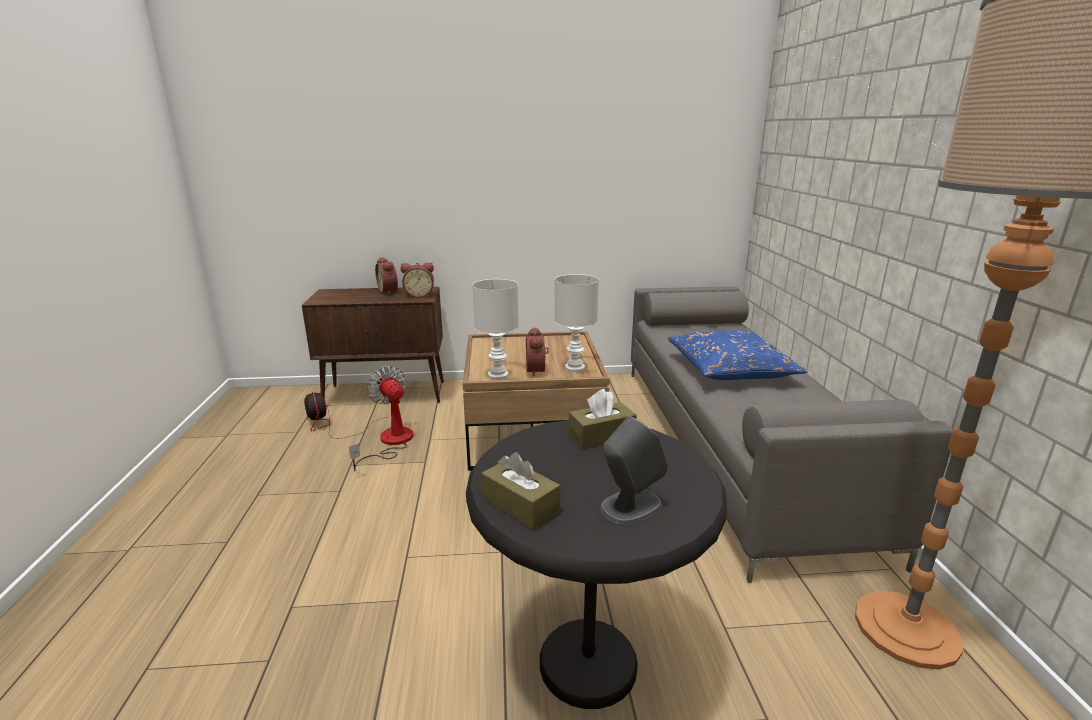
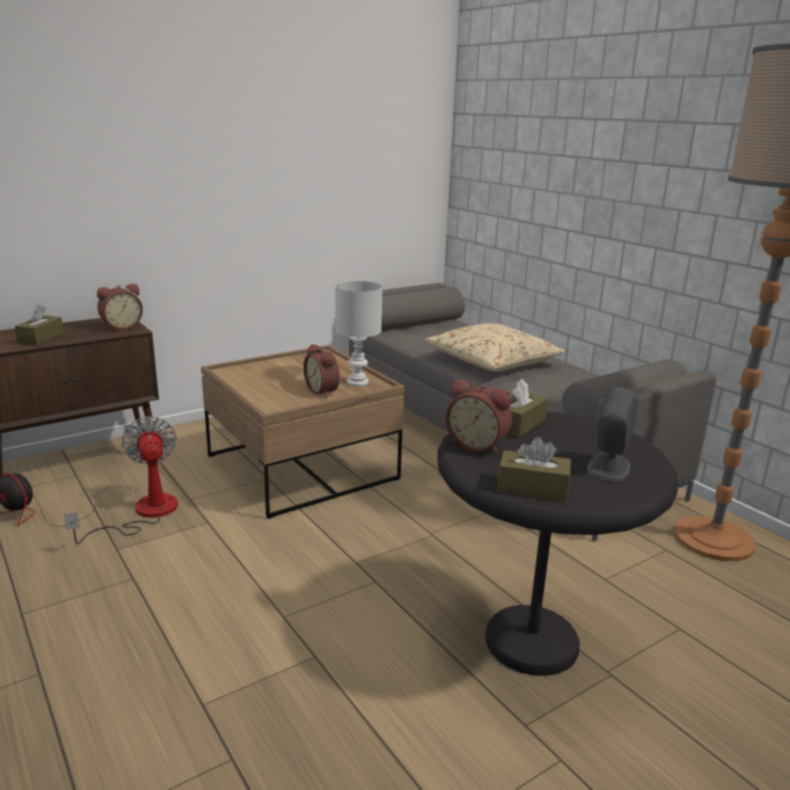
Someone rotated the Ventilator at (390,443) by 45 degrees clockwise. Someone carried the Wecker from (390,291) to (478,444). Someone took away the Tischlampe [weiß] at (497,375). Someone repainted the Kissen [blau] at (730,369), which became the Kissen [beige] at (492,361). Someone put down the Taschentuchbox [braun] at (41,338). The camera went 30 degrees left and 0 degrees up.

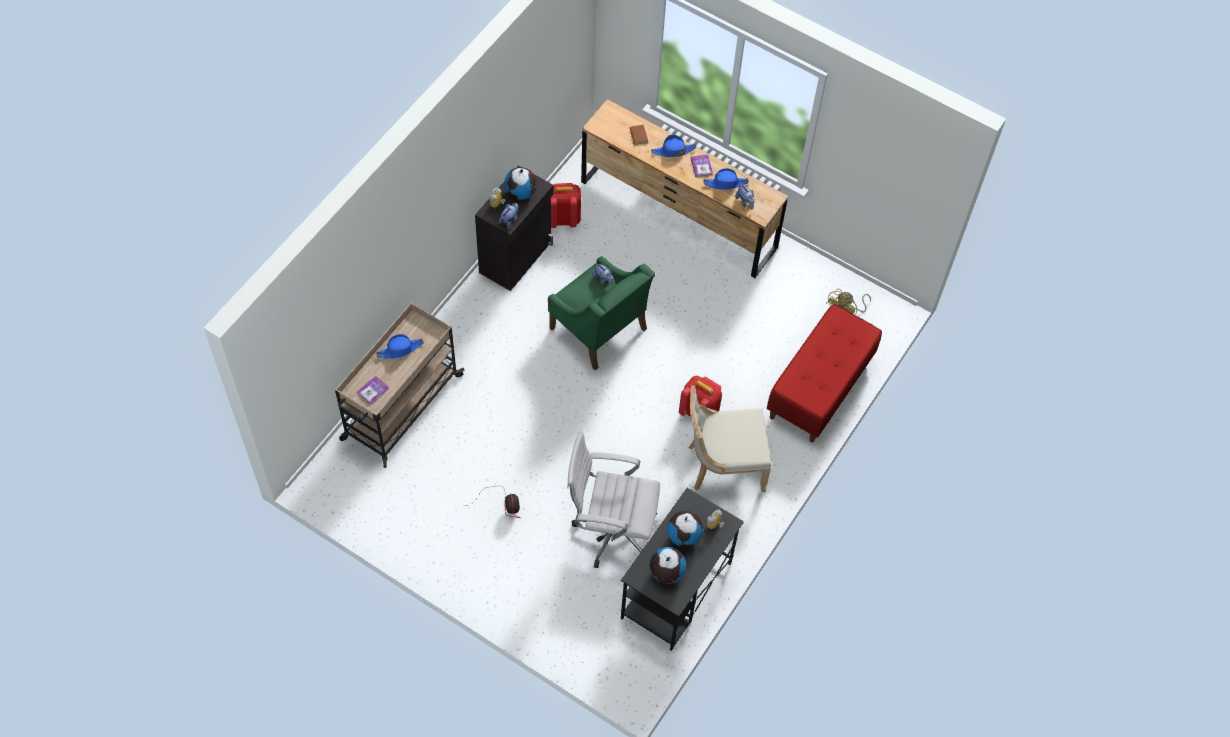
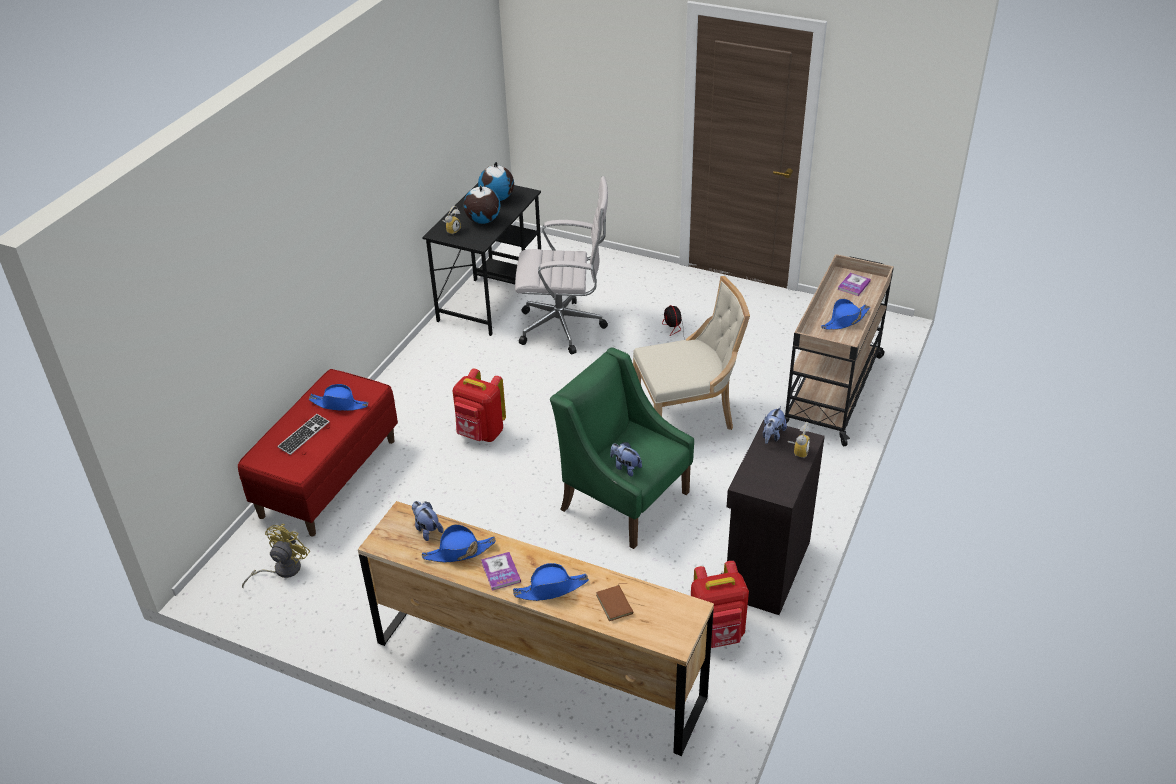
Someone took away the Globus at (521,193). Someone carried the Stuhl [beige] from (722,465) to (687,417). Someone put down the Tastatur at (304,435). Someone put down the Hut [blau] at (339,404). The camera went 175 degrees right and 20 degrees down.

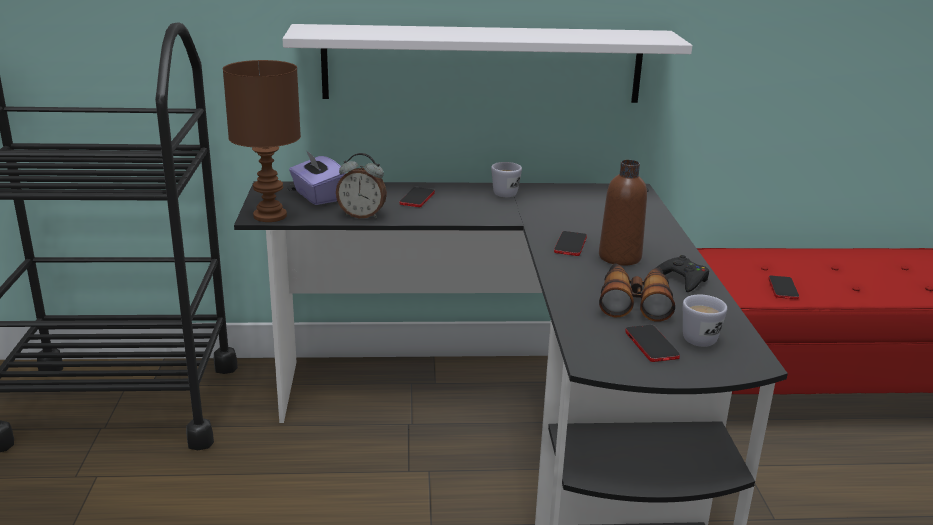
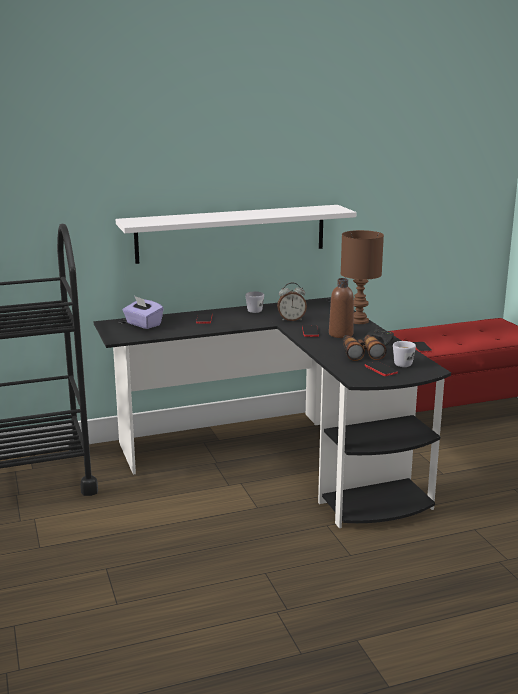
Someone carried the Tischlampe [braun] from (270,215) to (358,321). Someone carried the Wecker from (362,215) to (291,319). The camera went 15 degrees left and 5 degrees down.

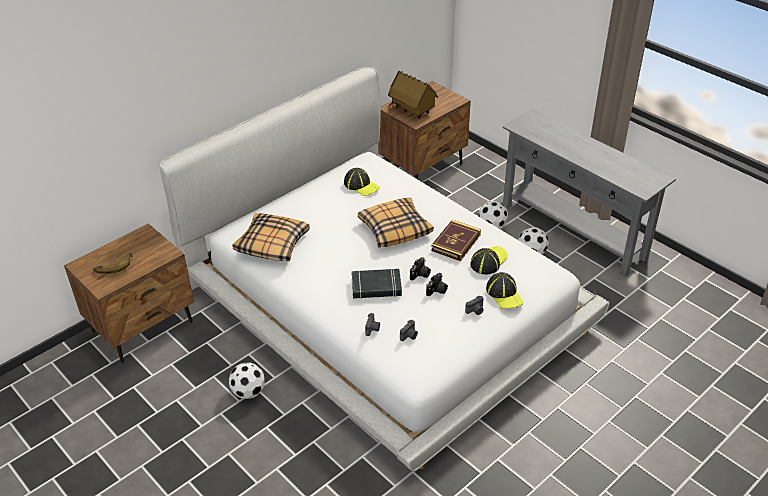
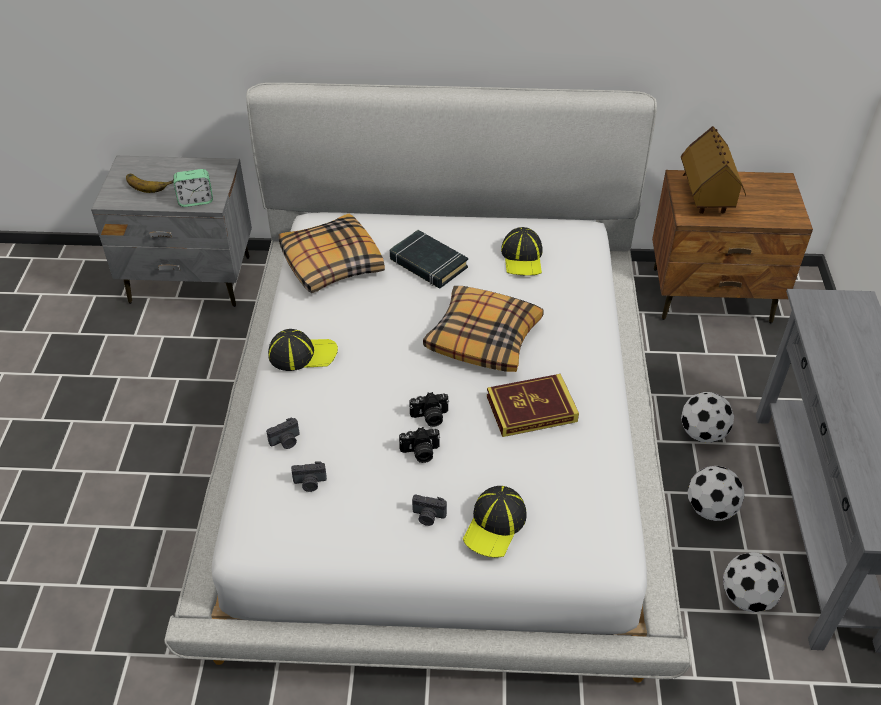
Someone repainted the Nachttisch [braun] at (143,327), which became the Nachttisch [grau] at (191,280). Someone carried the Fußball from (249,391) to (747,597). Someone carried the Buch [schwarz] from (376,287) to (428,264). Someone carried the Kappe from (488,261) to (302,354). Someone put down the Wecker at (196,201). The camera went 45 degrees right and 5 degrees up.

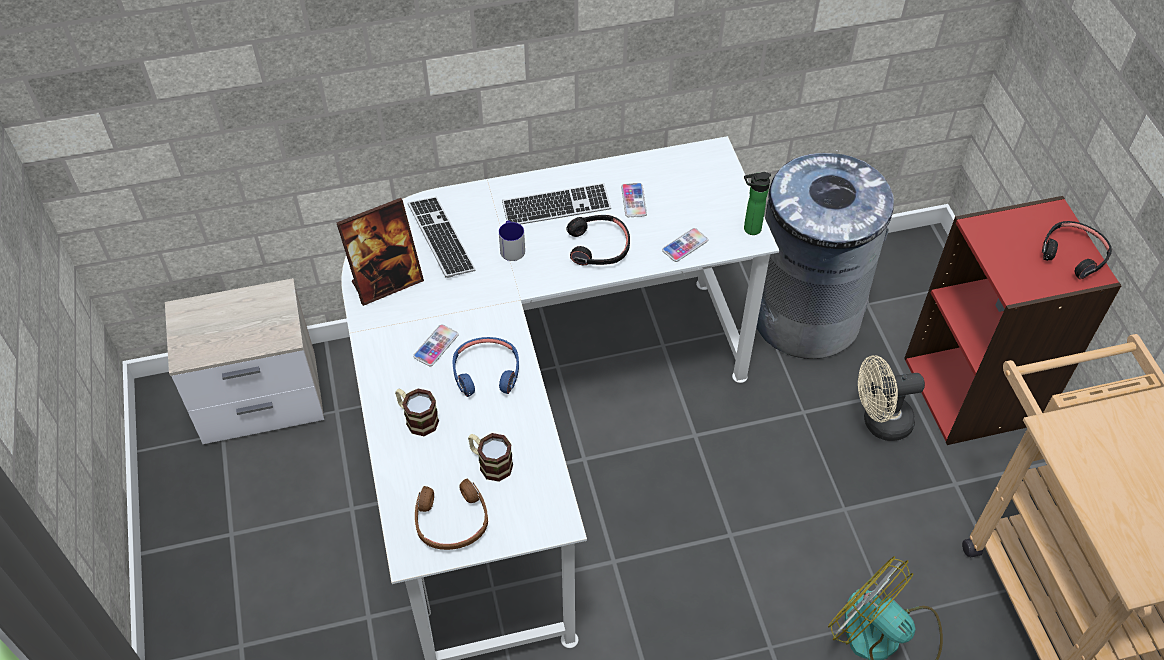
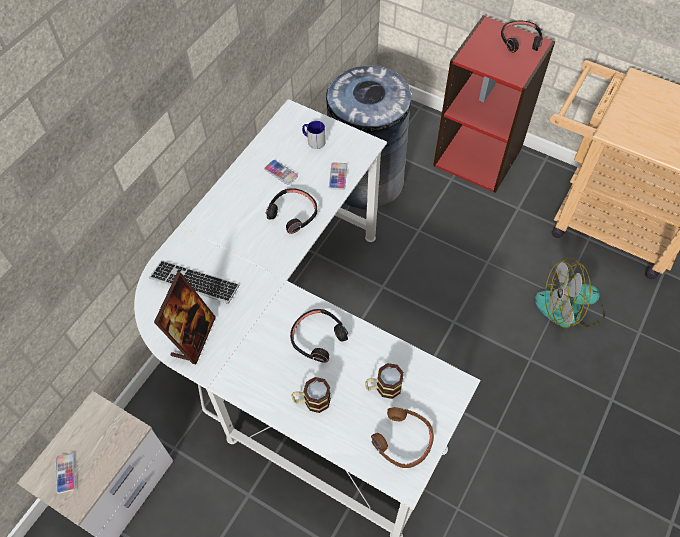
Someone carried the Handy from (436,346) to (66,473). Someone repainted the Kopfhörer [blau] at (486,372), which became the Kopfhörer [schwarz] at (318,338). Someone carried the Henkelbecher from (511,247) to (313,140). Someone took away the Tastatur at (556,207). Someone took away the Flasche at (749,229). Someone took away the Ventilator [beige] at (879,422). The camera went 45 degrees left and 5 degrees up.

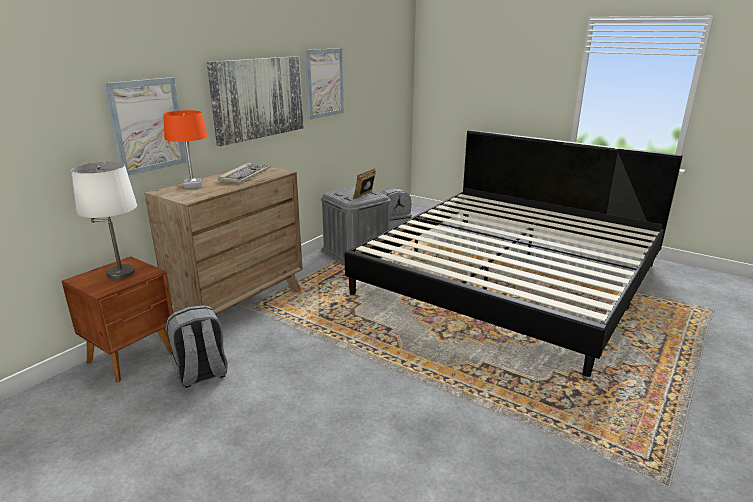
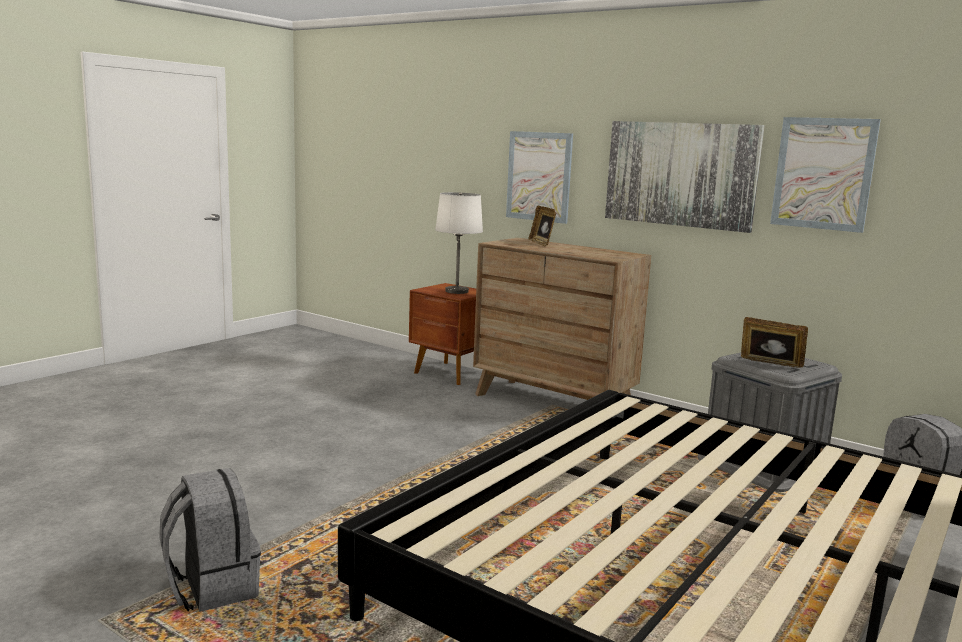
Someone swapped the Tischlampe [orange] at (193,186) for the Bilderrahmen at (541,243). Someone carried the Rucksack [grau] from (201,374) to (211,588). Someone took away the Tastatur at (245,175). The camera went 90 degrees right and 10 degrees down.

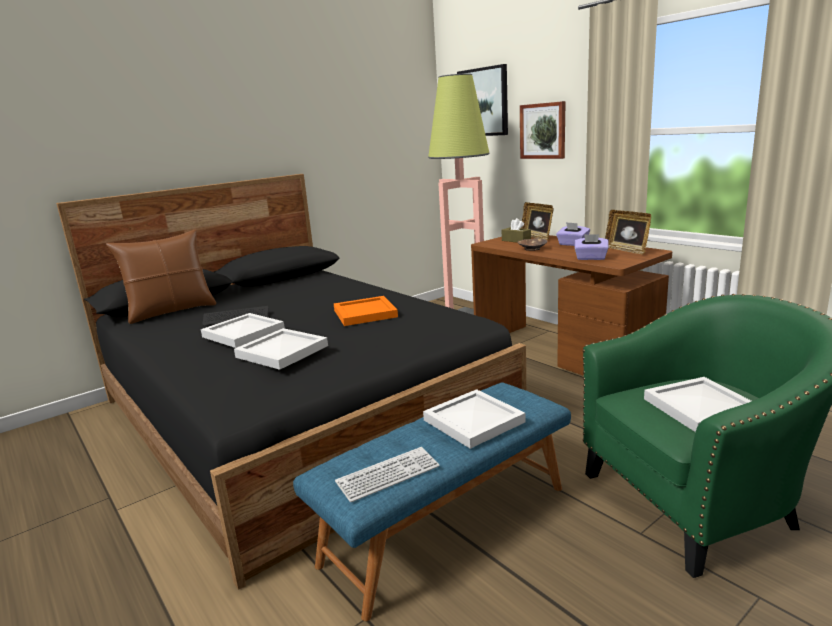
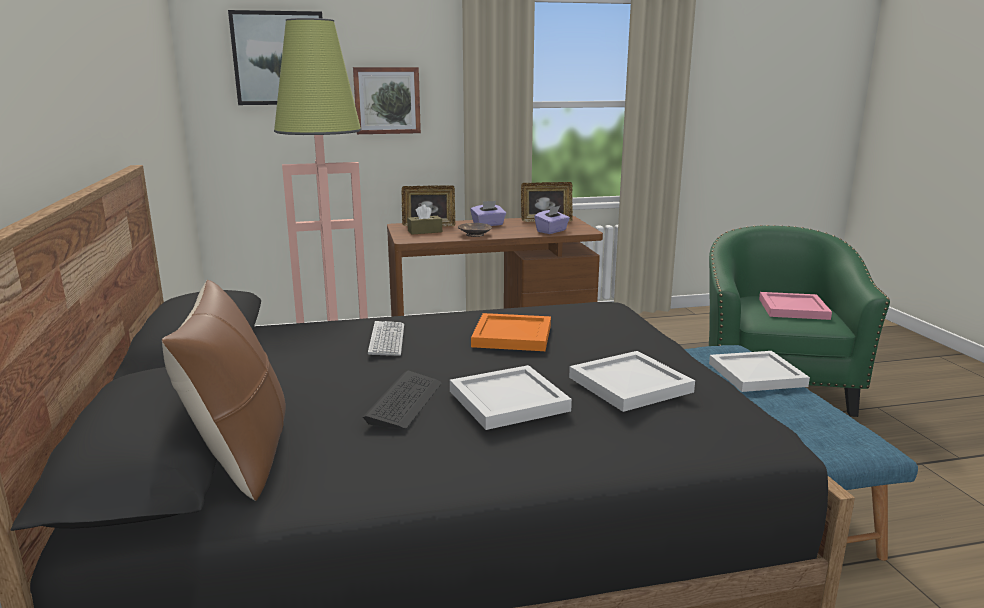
Someone carried the Tastatur from (388,475) to (387,340). Someone repainted the Tablett [weiß] at (700,408), which became the Tablett [rosa] at (794,309). The camera went 65 degrees left and 0 degrees up.

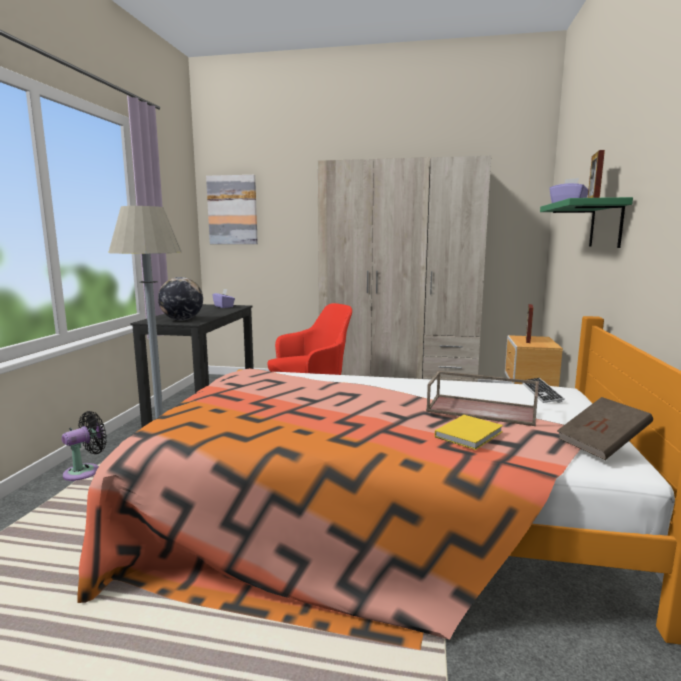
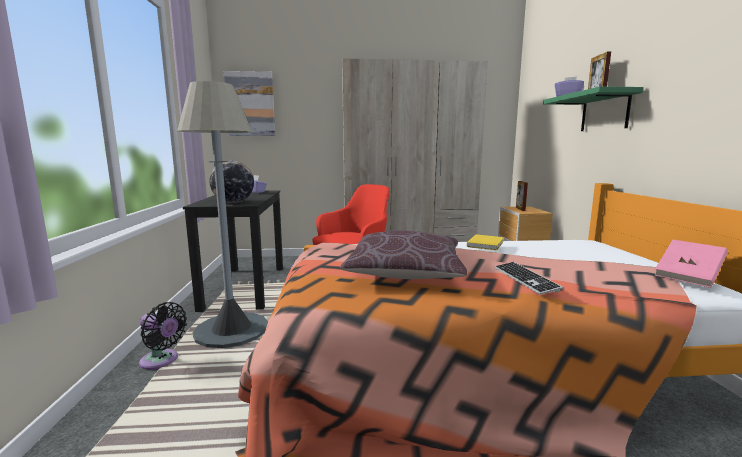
Someone rotated the Ventilator [schwarz] at (85,471) by 90 degrees clockwise. Someone took away the Tablett [braun] at (483,409). Someone carried the Buch [gelb] from (470,434) to (486,244). Someone carried the Tastatur from (540,392) to (525,279). Someone repainted the Buch [braun] at (602,444), which became the Buch [rosa] at (688,276). Someone put down the Kissen [braun] at (405,273). The camera went 15 degrees left and 0 degrees up.

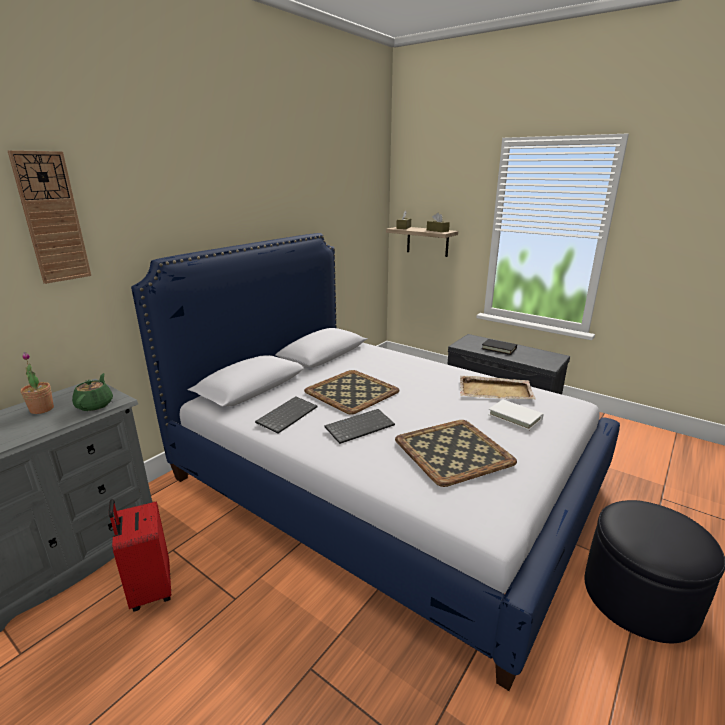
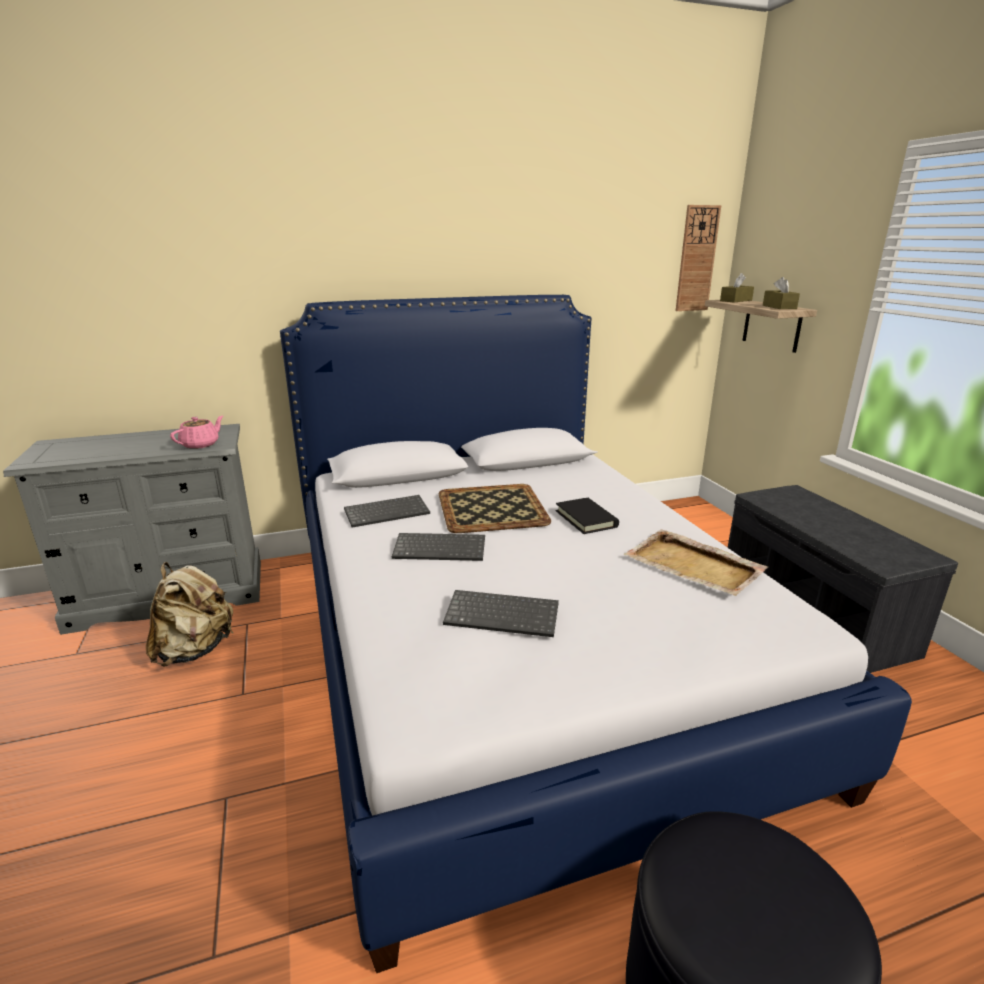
Someone carried the Wanduhr from (52,218) to (696,259). Someone took away the Topfpflanze at (42,409). Someone repainted the Teekanne [grün] at (95,405), which became the Teekanne [rosa] at (201,444). Someone swapped the Koffer [rot] at (150,589) for the Rucksack [beige] at (195,650). Someone swapped the Tablett at (453,450) for the Tastatur at (503,615). Someone carried the Buch [schwarz] from (499,348) to (586,519). Someone took away the Buch [weiß] at (515,417). The camera went 35 degrees right and 0 degrees up.

